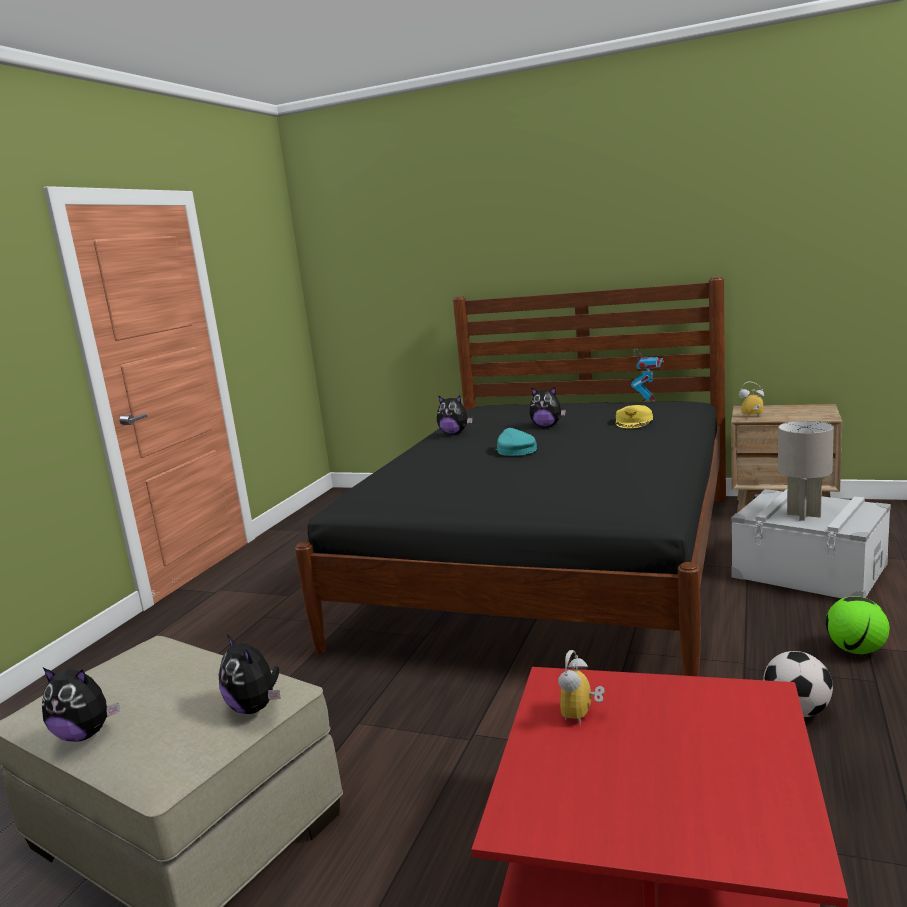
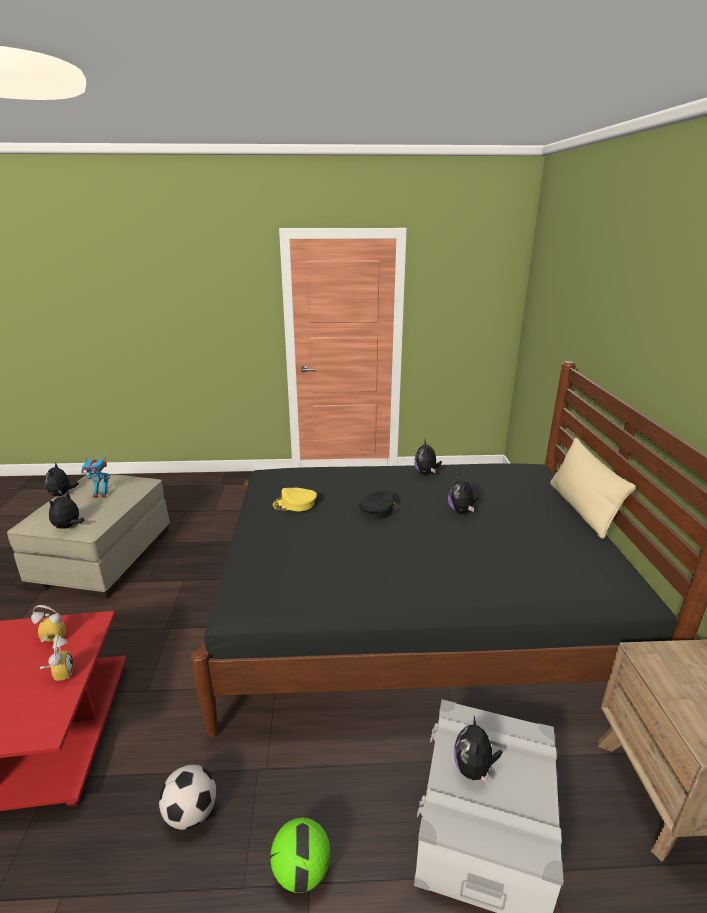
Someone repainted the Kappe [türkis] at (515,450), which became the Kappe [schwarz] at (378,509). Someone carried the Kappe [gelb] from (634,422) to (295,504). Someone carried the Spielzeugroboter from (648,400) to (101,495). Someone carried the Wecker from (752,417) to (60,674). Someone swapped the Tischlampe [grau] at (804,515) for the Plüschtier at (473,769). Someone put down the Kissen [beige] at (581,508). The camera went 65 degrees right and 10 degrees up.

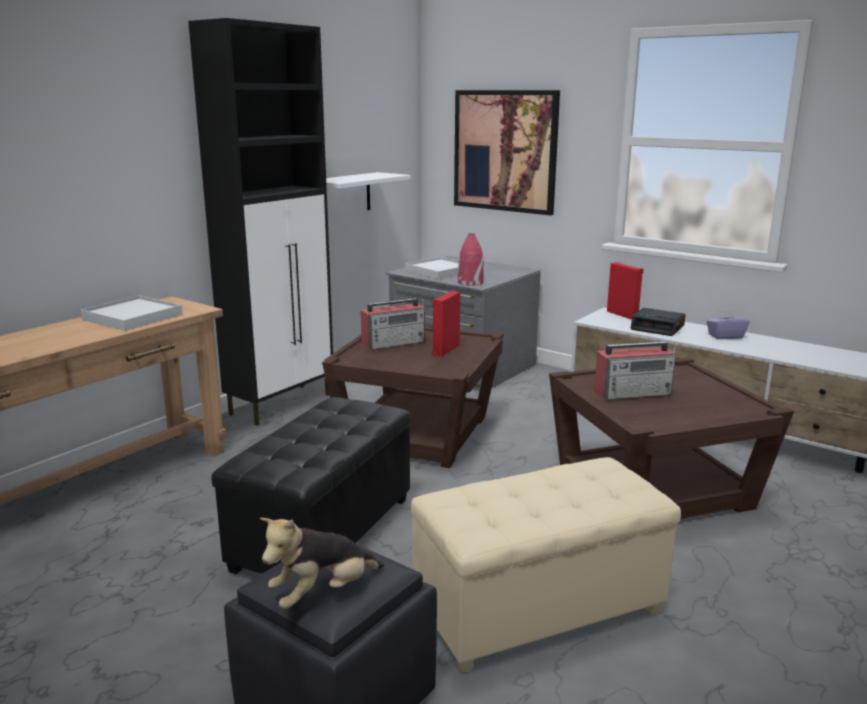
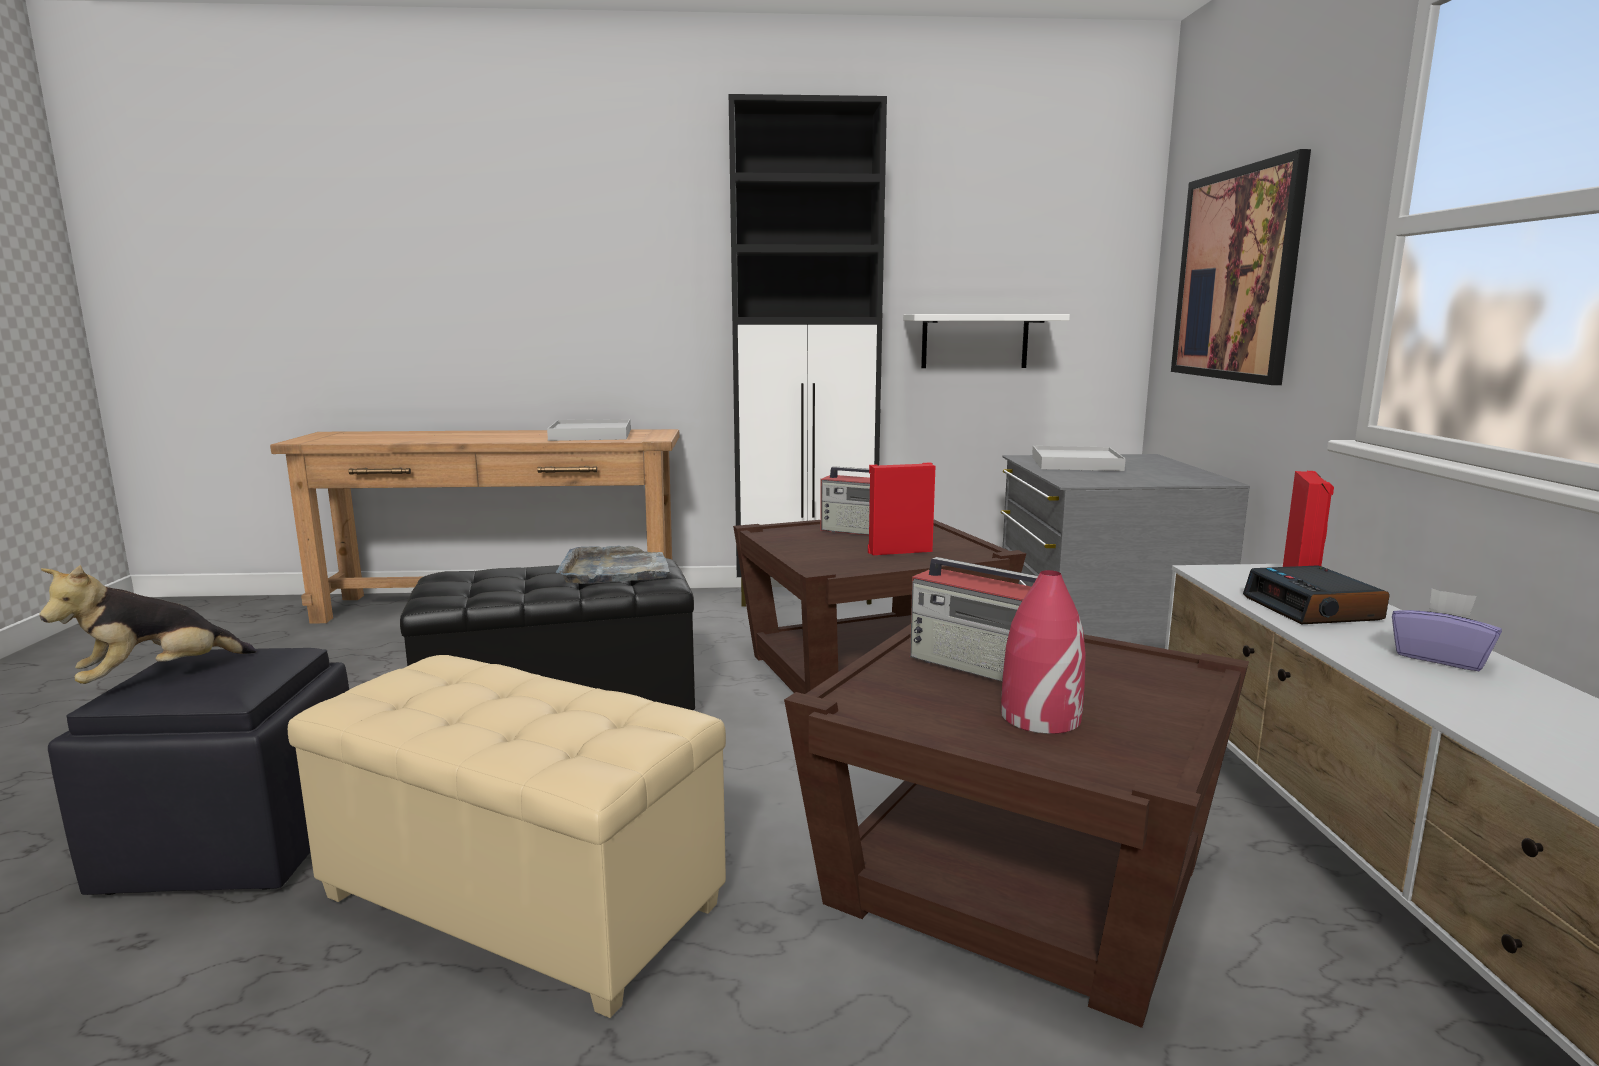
Someone rotated the Plüschtier at (322,594) by 60 degrees counterclockwise. Someone carried the Vase [rot] from (470,282) to (1039,717). Someone put down the Tablett [grau] at (616,570). The camera went 50 degrees right and 5 degrees down.

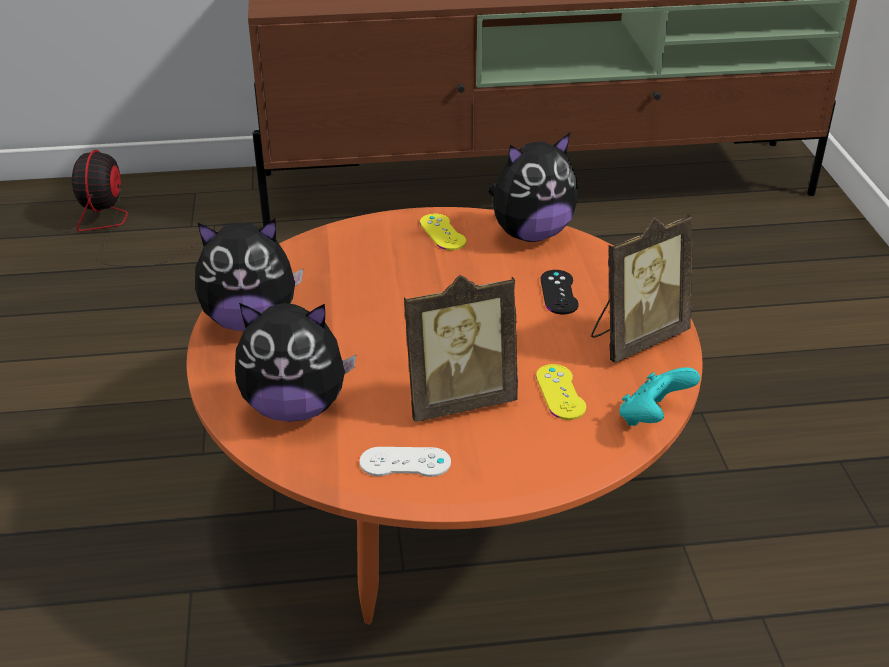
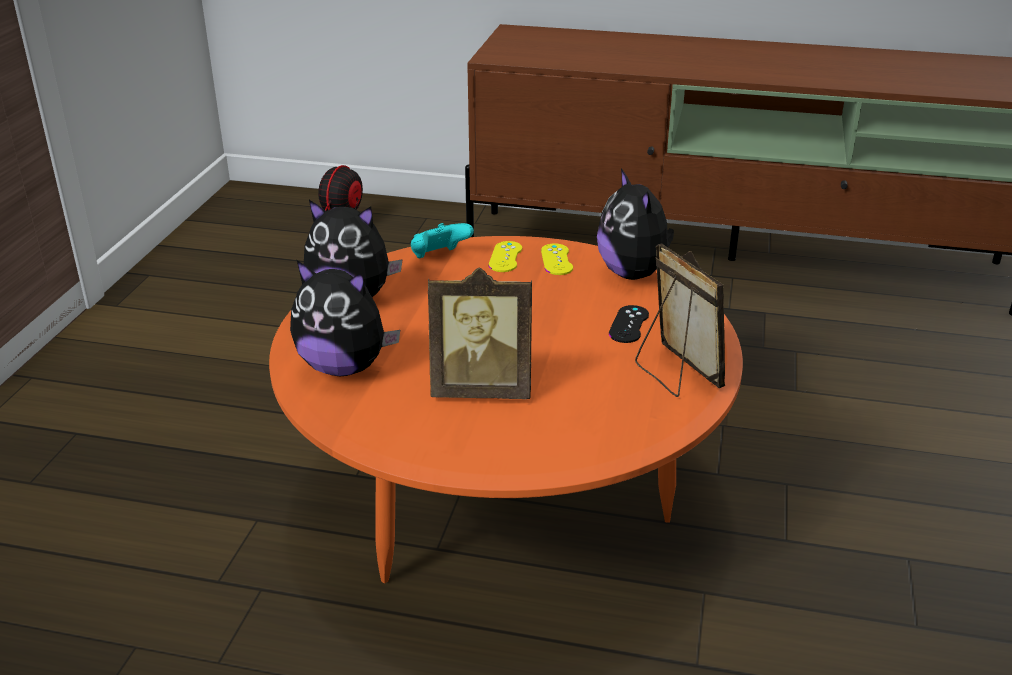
Someone took away the Gamepad [weiß] at (405,462). Someone rotated the Plüschtier at (530,234) by 75 degrees clockwise. Someone carried the Gamepad [gelb] from (560,392) to (505,257). Someone rotated the Bilderrahmen at (635,338) by 105 degrees counterclockwise. Someone carried the Gamepad [türkis] from (652,418) to (439,257). The camera went 20 degrees right and 5 degrees down.

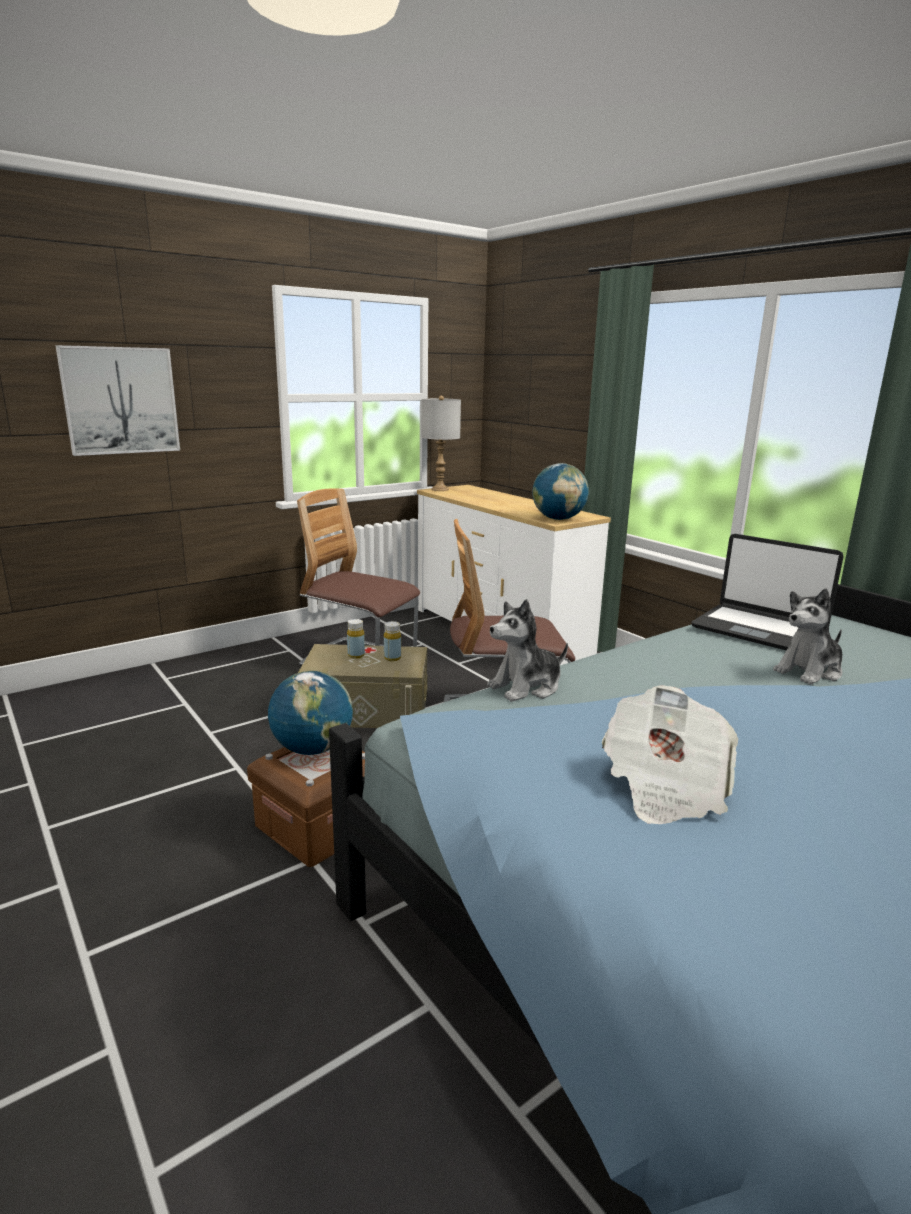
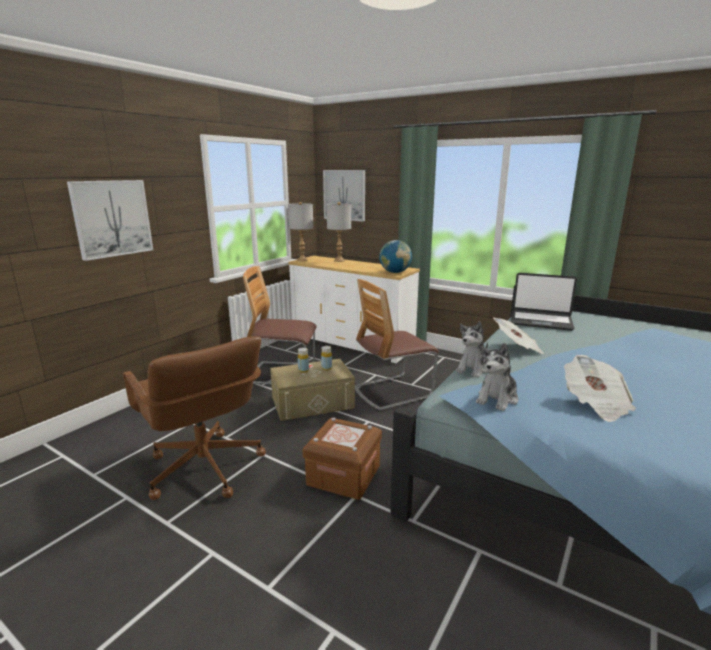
Someone took away the Globus at (312,749). Someone carried the Plüschtier from (809,671) to (497,398). Someone put down the Bürostuhl [braun] at (204,469). Someone put up the Bild at (344,195). Someone put down the Tischlampe [grau] at (339,260). Someone put down the Zeitung at (517,348). The camera went 20 degrees left and 0 degrees up.

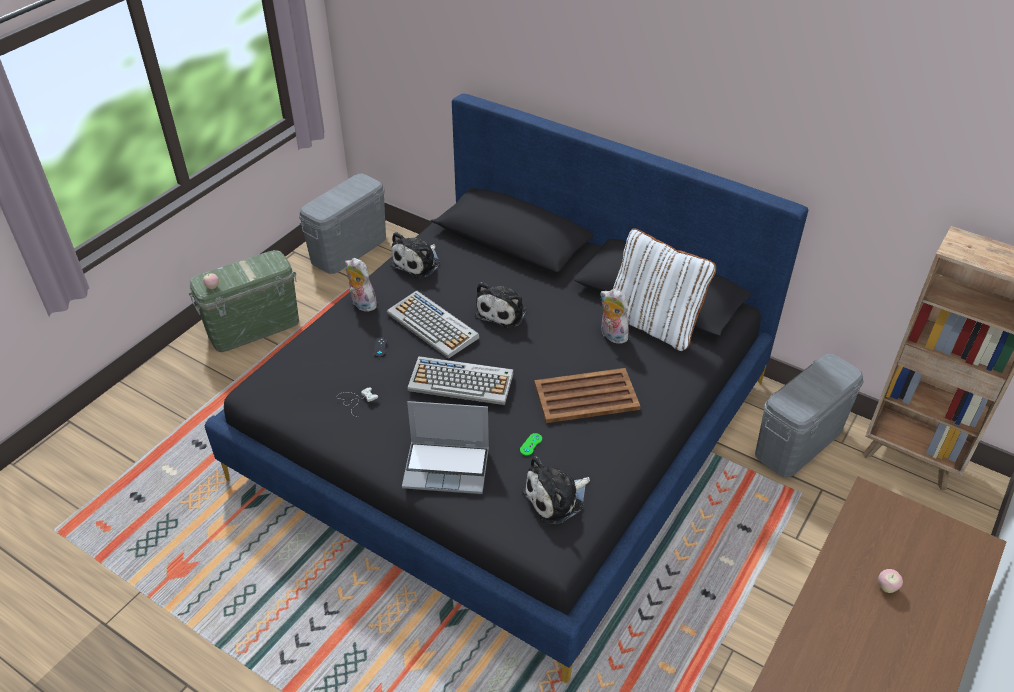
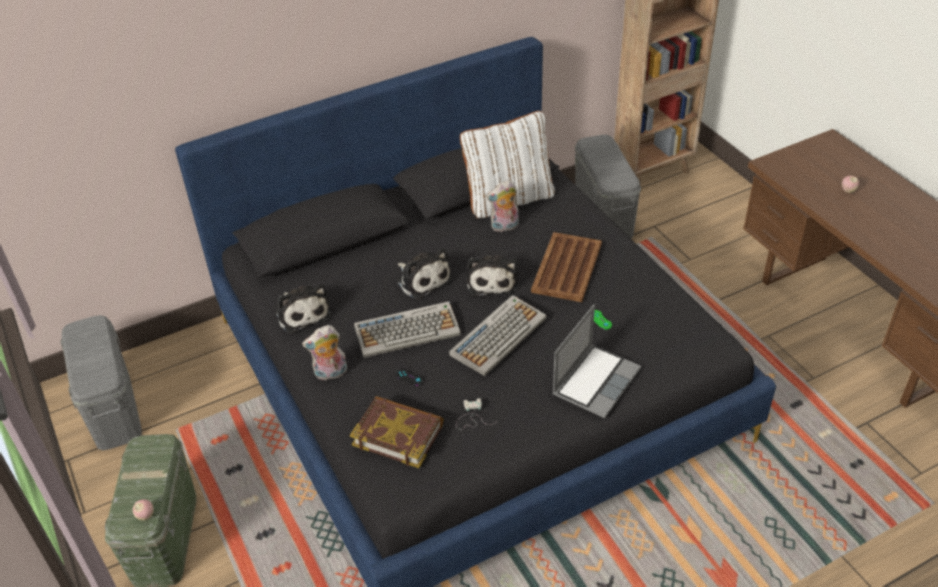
Someone carried the Plüschtier from (556,498) to (492,281). Someone put down the Buch at (398,434). The camera went 60 degrees left and 0 degrees up.

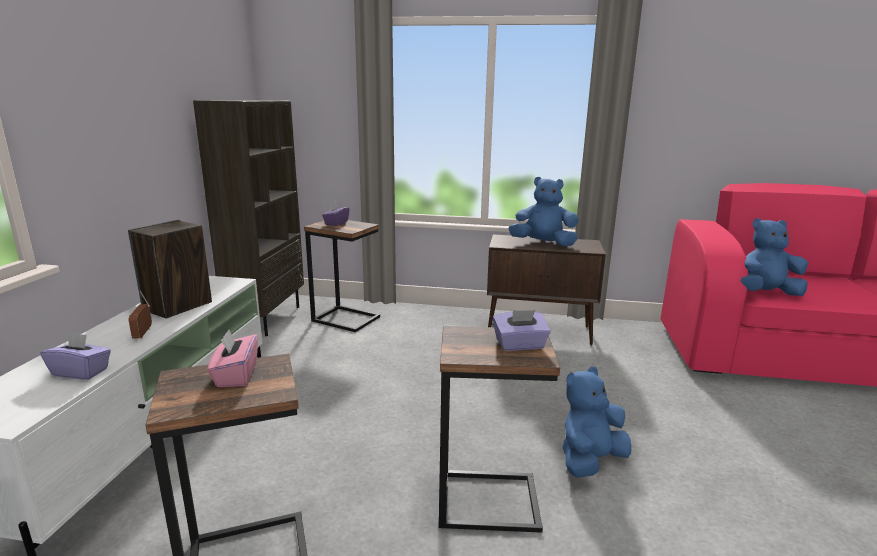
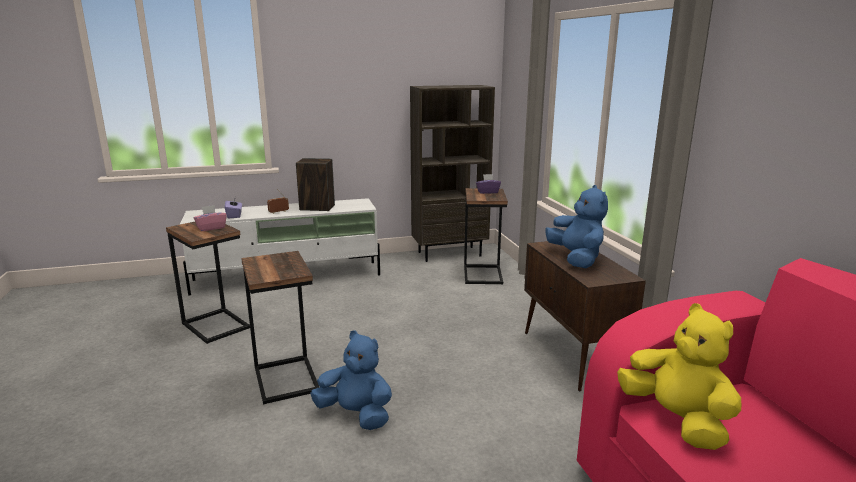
Someone took away the Taschentuchbox [lila] at (520,345). Someone repainted the Plüschtier [blau] at (765,294), which became the Plüschtier [gelb] at (676,420). The camera went 65 degrees right and 0 degrees up.

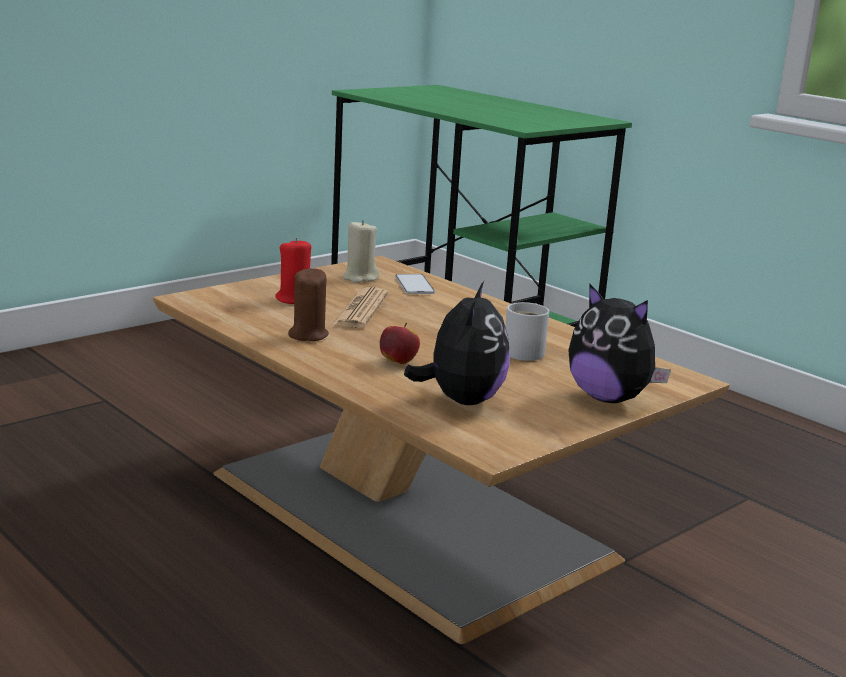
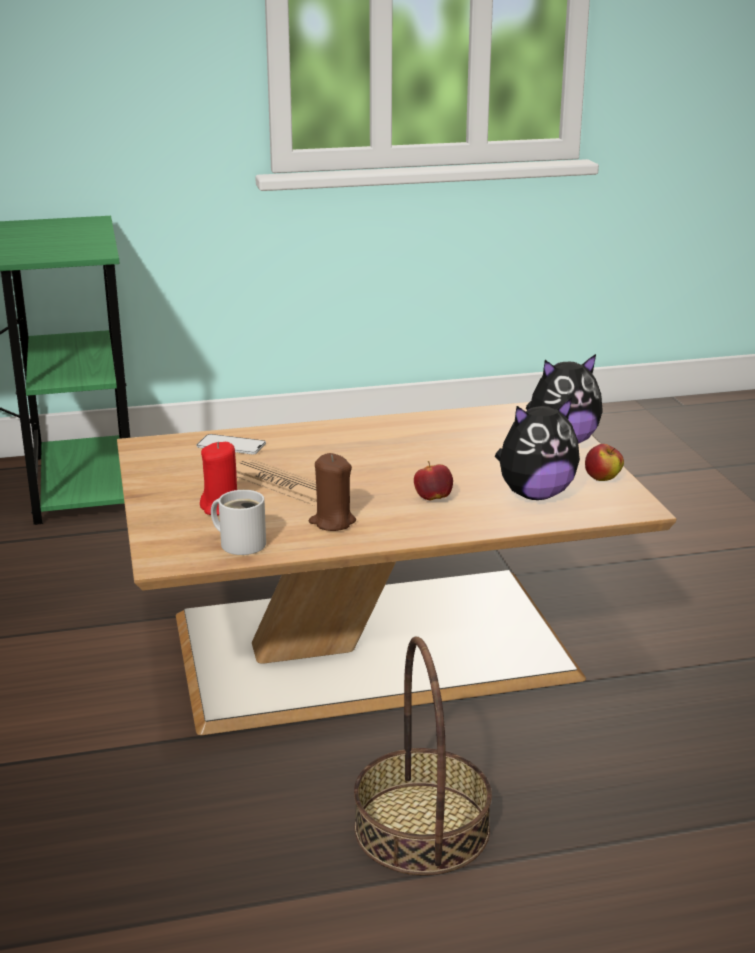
Someone took away the Kerze [beige] at (360,278). Someone rotated the Plüschtier at (461,400) by 120 degrees clockwise. Someone carried the Henkelbecher [weiß] from (525,352) to (240,542). Someone put down the Korb at (421,828). Someone put down the Apfel at (602,479). The camera went 60 degrees left and 5 degrees up.

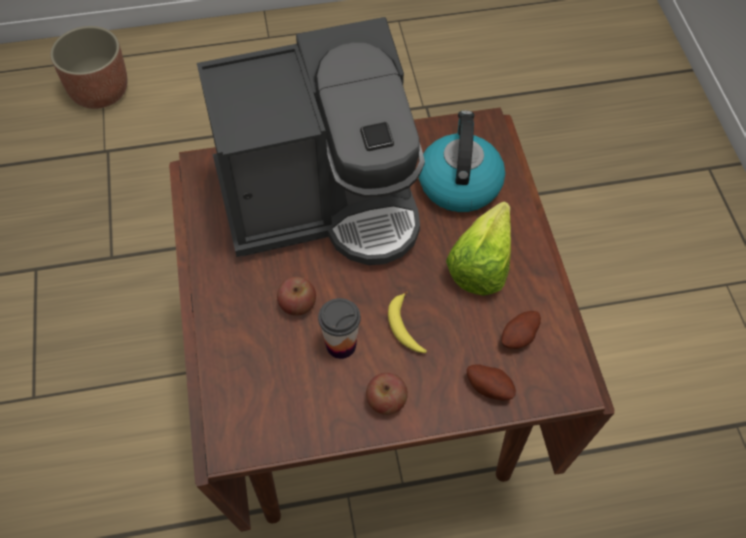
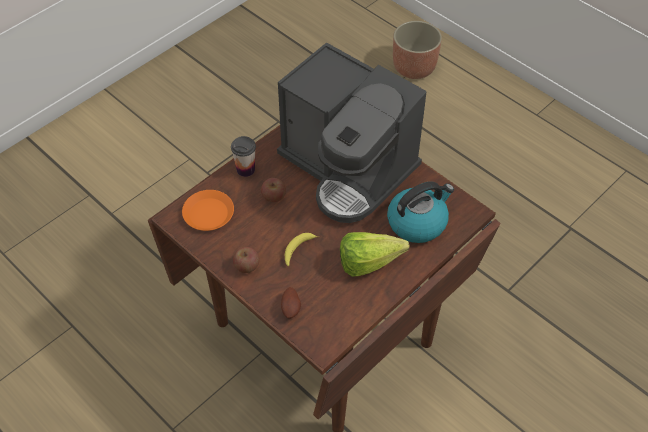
Someone carried the Tasse from (341,345) to (245,169). Someone took away the Kartoffel at (520,337). Someone put down the Teller [orange] at (209,213). The camera went 55 degrees right and 5 degrees down.

